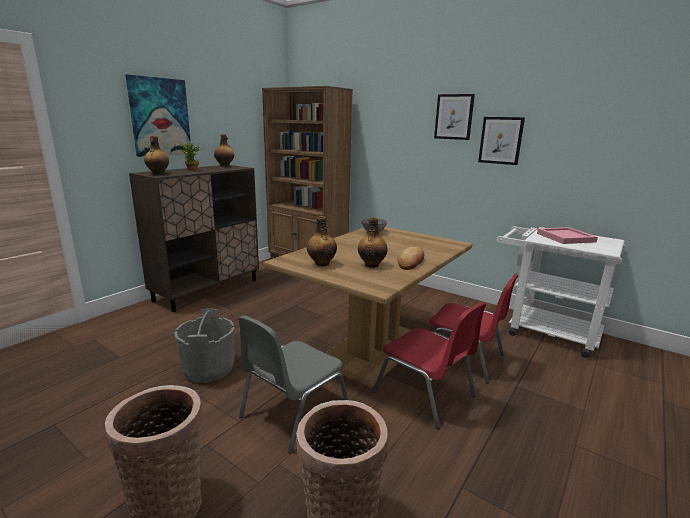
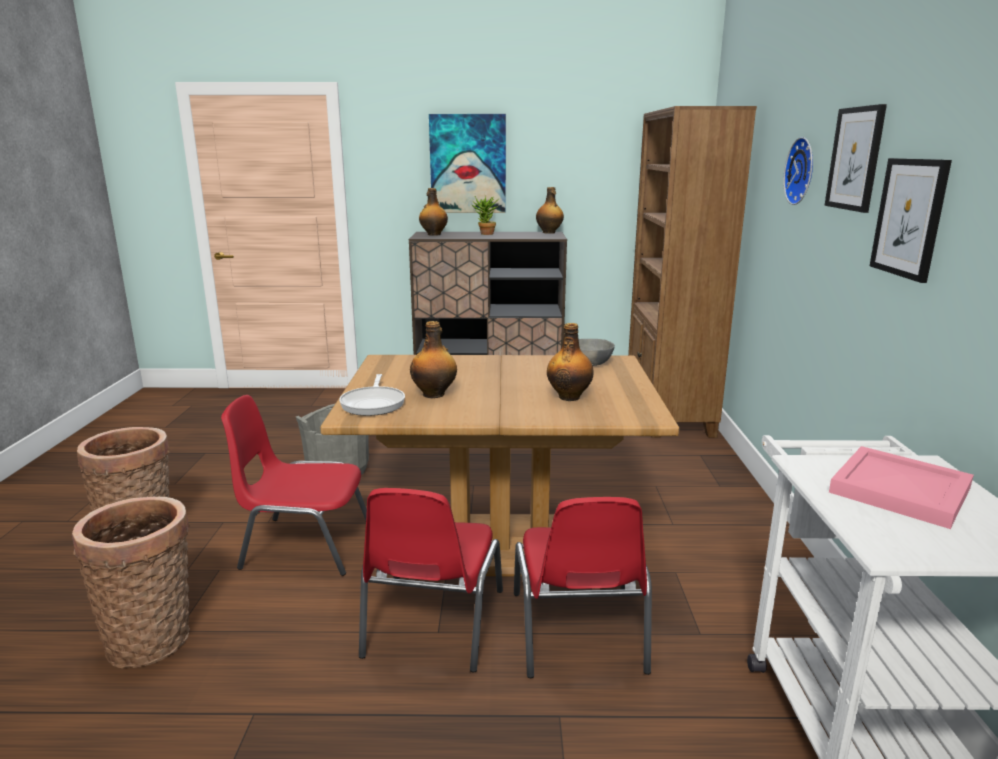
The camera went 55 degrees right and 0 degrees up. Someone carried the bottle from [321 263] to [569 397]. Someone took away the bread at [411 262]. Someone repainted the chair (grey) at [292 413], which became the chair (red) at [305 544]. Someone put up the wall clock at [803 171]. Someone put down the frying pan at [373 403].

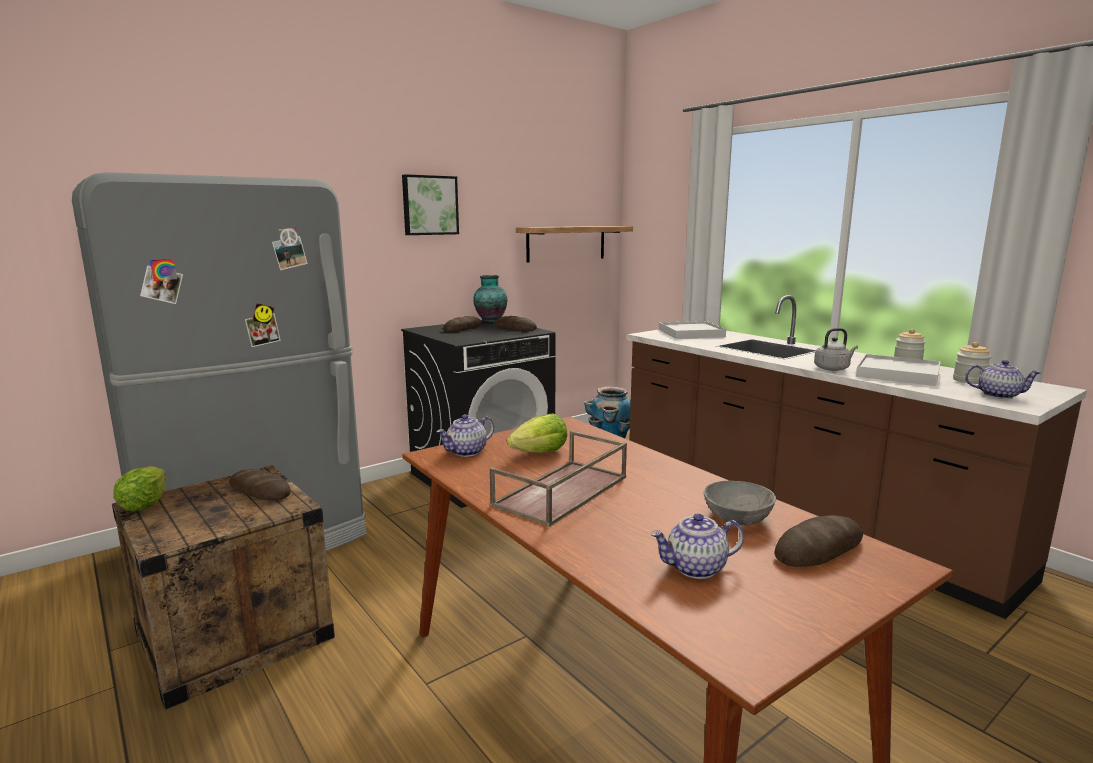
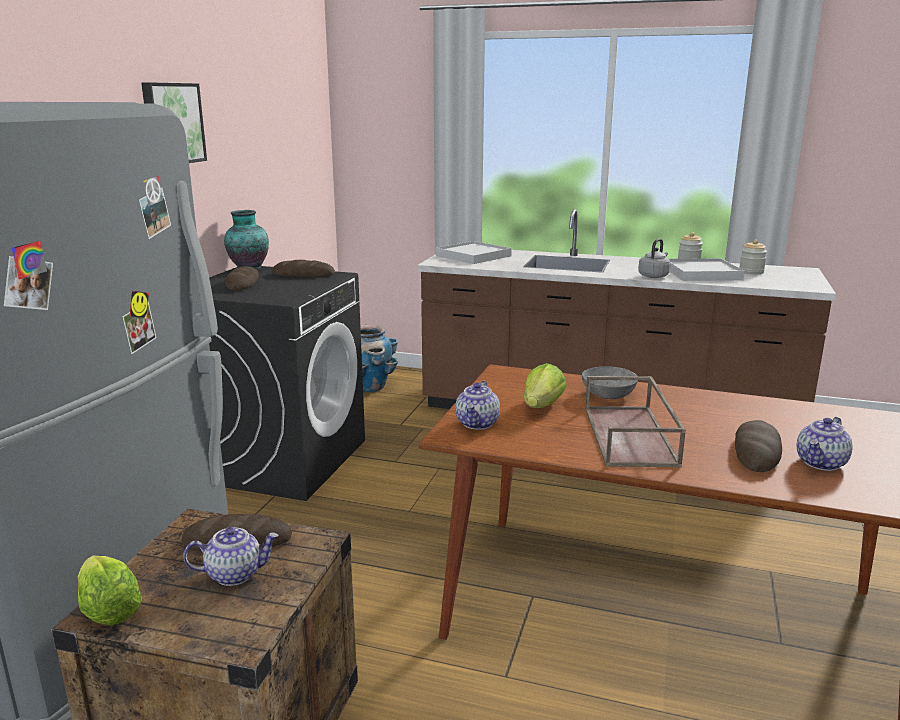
The camera went 35 degrees left and 5 degrees up. Someone took away the shelf at [566 243]. Someone carried the teapot from [998 395] to [235 574]. Someone carried the bowl (grey) from [738 517] to [608 394]. Someone carried the bread from [818 548] to [756 451].

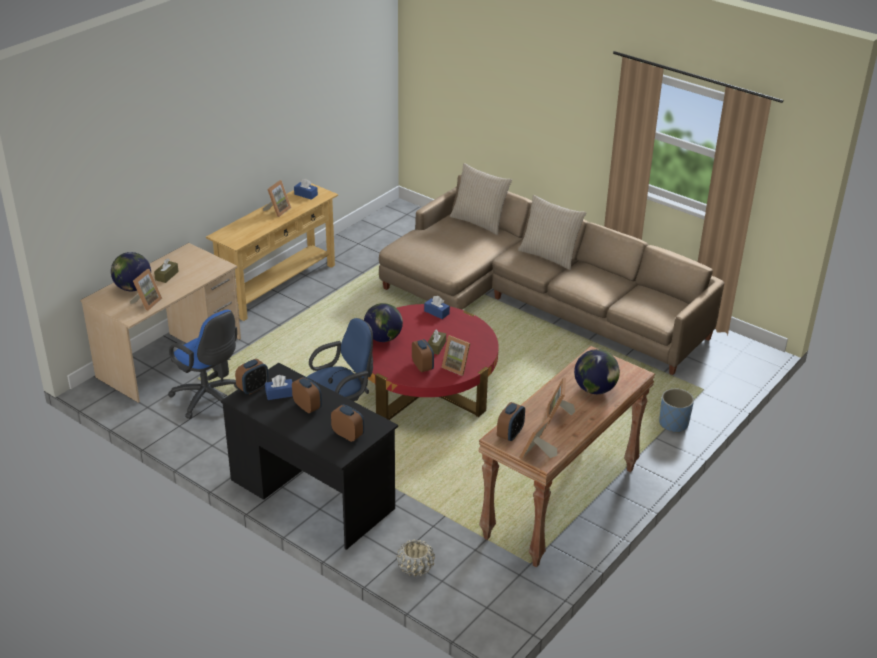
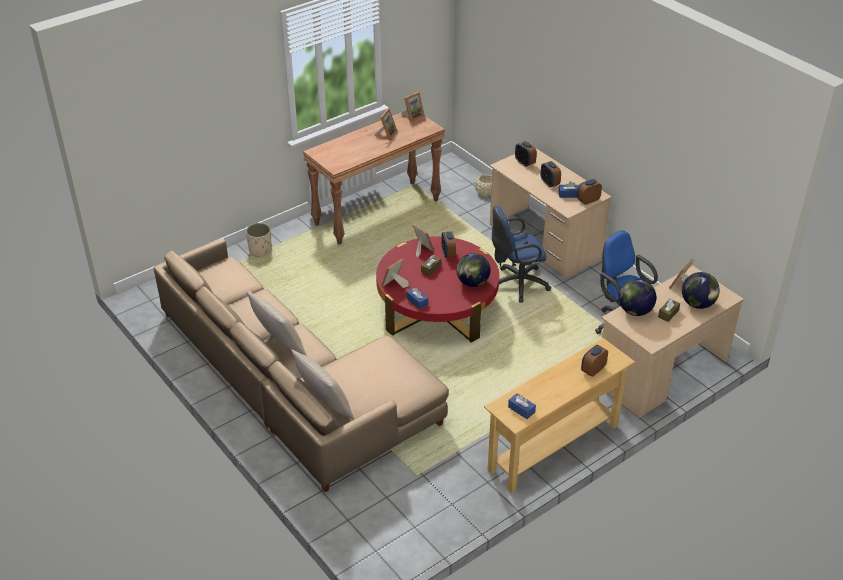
The camera went 165 degrees left and 5 degrees up. Someone carried the picture frame from [277 210] to [394 284]. Someone carried the globe from [594 389] to [635 311]. Someone repainted the desk (black) at [312 494], which became the desk (beige) at [545 241]. Someone repainted the planter (blue) at [673 424], which became the planter (beige) at [260 250]. Someone carried the alarm clock from [510 434] to [593 370].

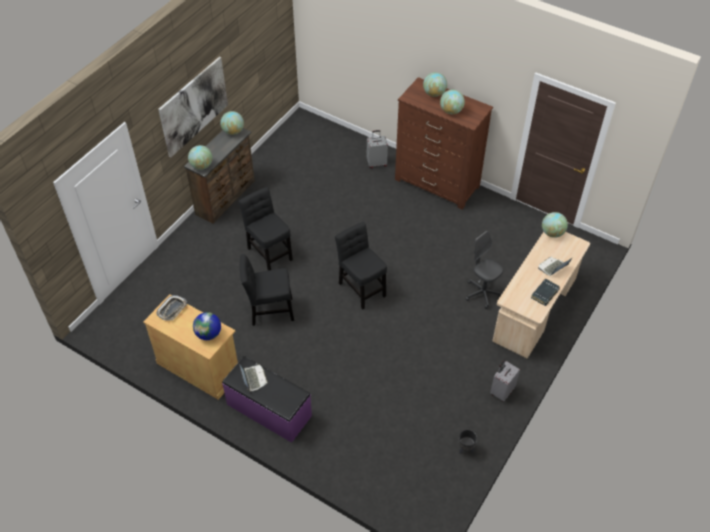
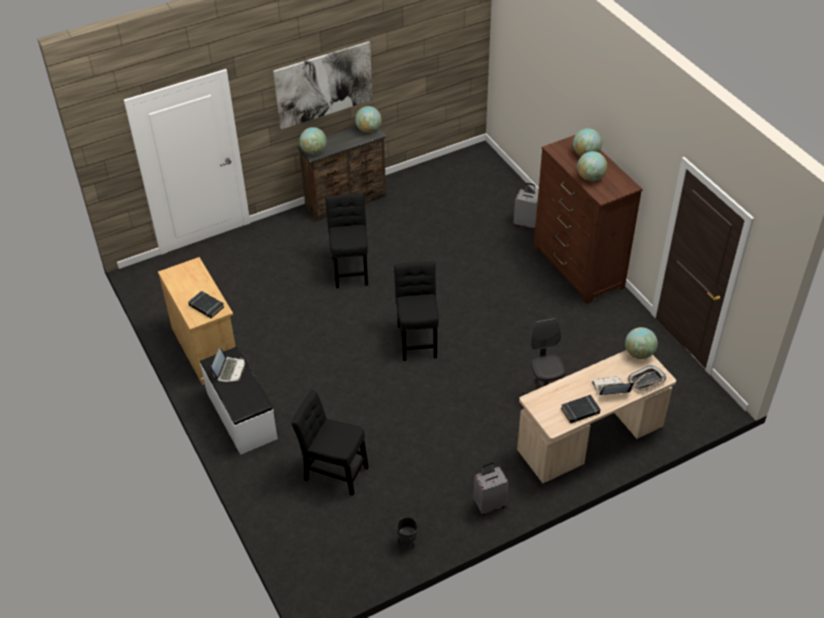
The camera went 30 degrees right and 5 degrees down. Someone carried the chair (black) from [269 311] to [333 471]. Someone carried the tray from [172 309] to [646 381]. Someone swapped the globe at [208 334] for the book (black) at [206 306]. Someone repainted the bench (purple) at [268 410], which became the bench (white) at [240 415].

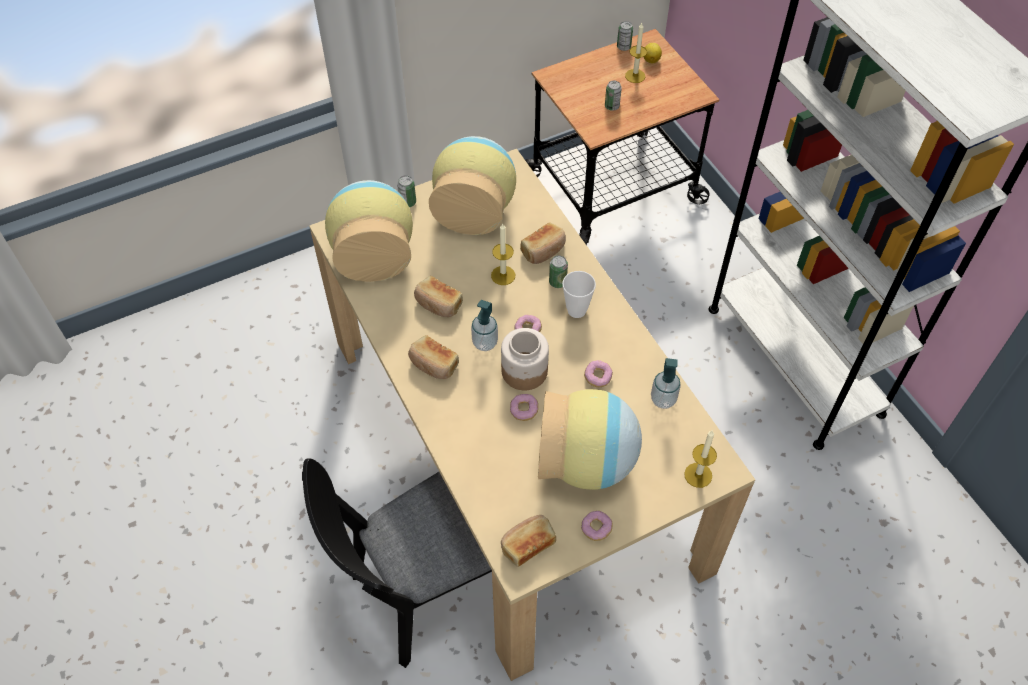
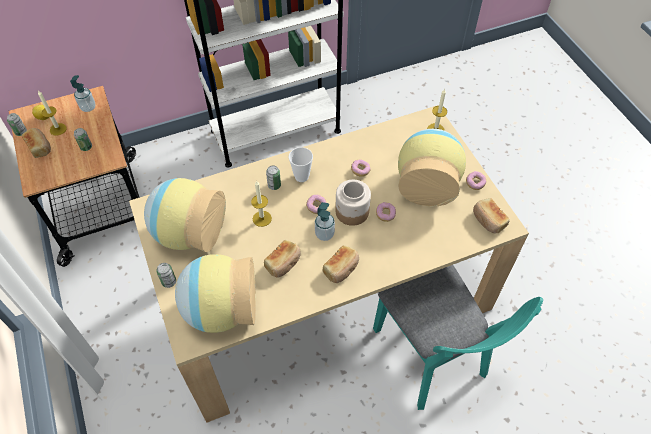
The camera went 85 degrees left and 0 degrees up. Someone carried the bread from [543 250] to [39 147]. Someone carried the soap dispenser from [663 399] to [88 107]. Someone repainted the chair (black) at [424 593], which became the chair (turquoise) at [433 360].

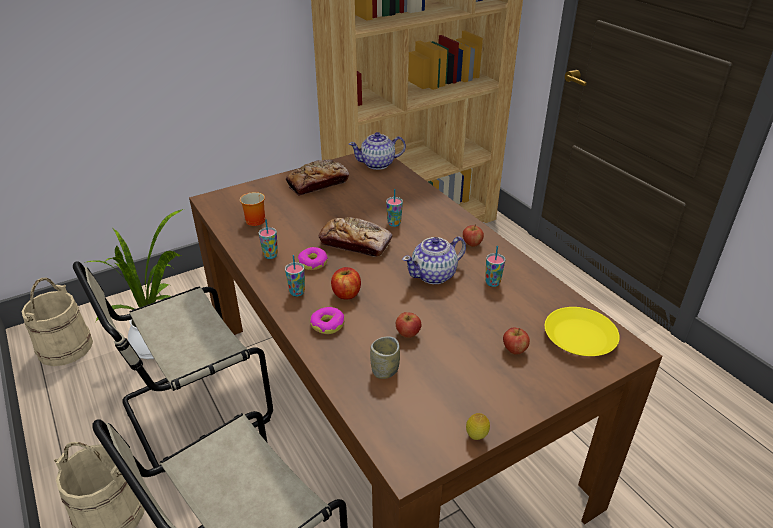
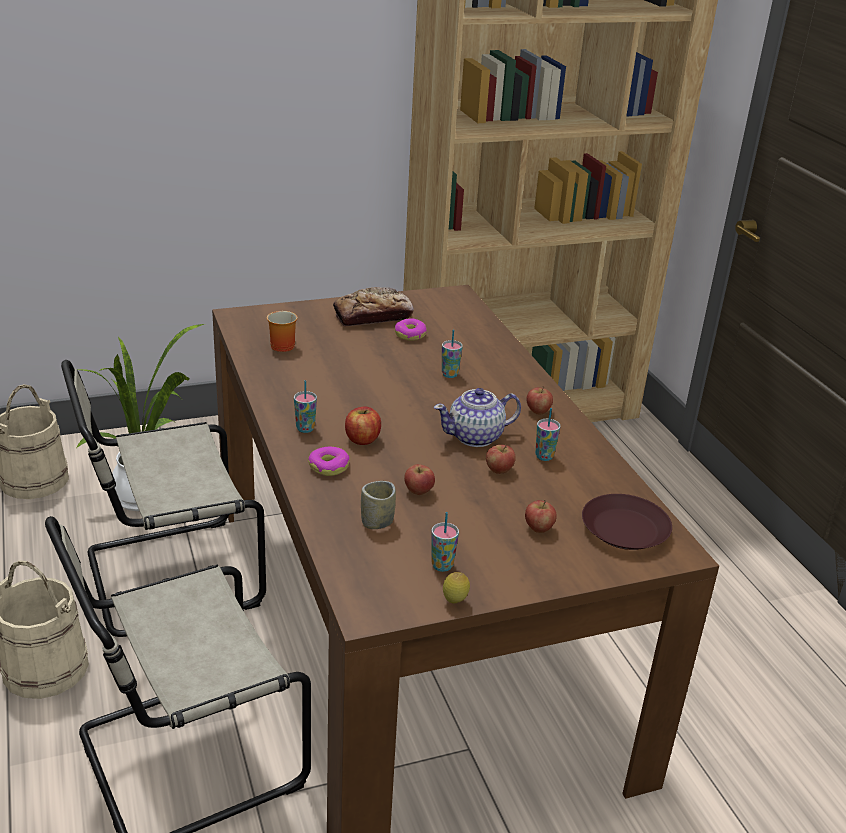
The camera went 10 degrees right and 5 degrees down. Someone took away the teapot at [378 164]. Someone took away the bread at [355 243]. Someone carried the cup from [270 255] to [442 565]. Someone carried the donut from [313 263] to [410 335]. Someone repainted the plate (yellow) at [580 337], which became the plate (brown) at [625 529]. Someone put down the apple at [499 470].

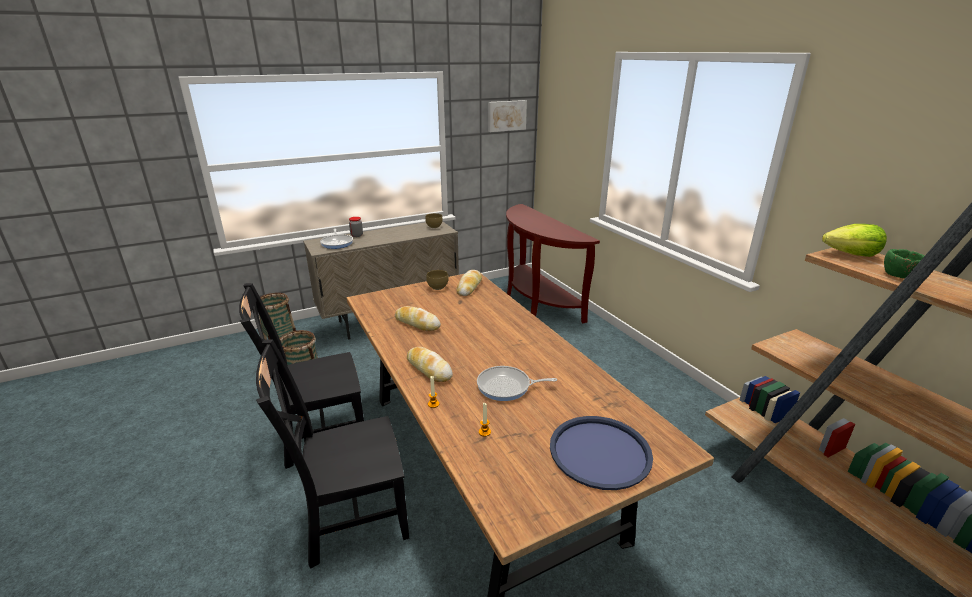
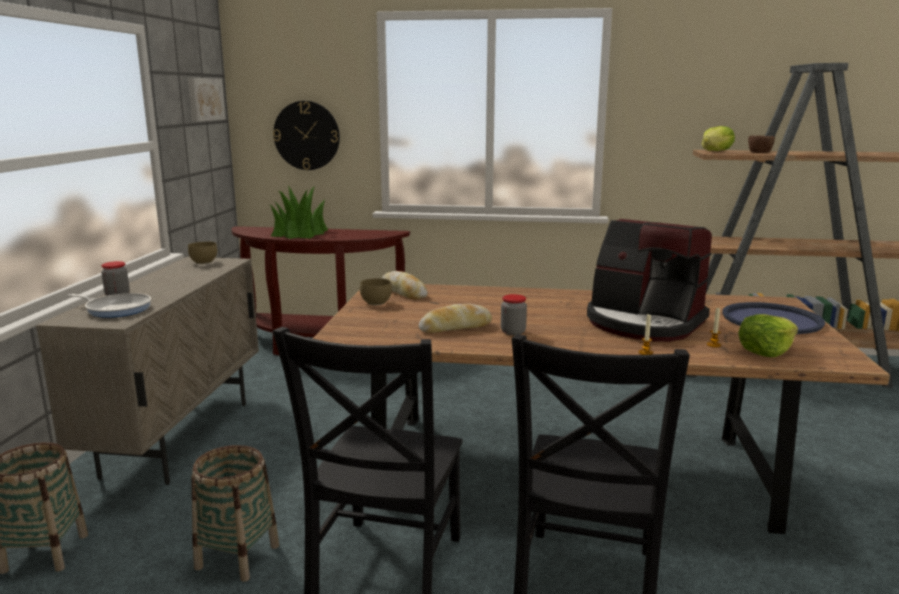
The camera went 55 degrees left and 10 degrees down. Someone repainted the bowl (green) at [899 276], which became the bowl (brown) at [760 153]. Someone took away the bread at [429 369]. Someone swapped the frying pan at [507 387] for the coffee machine at [644 323]. Someone put up the wall clock at [306 135]. Someone put down the potted plant at [300 233]. Someone put down the jar at [513 332]. Someone put down the lettuce at [765 351].

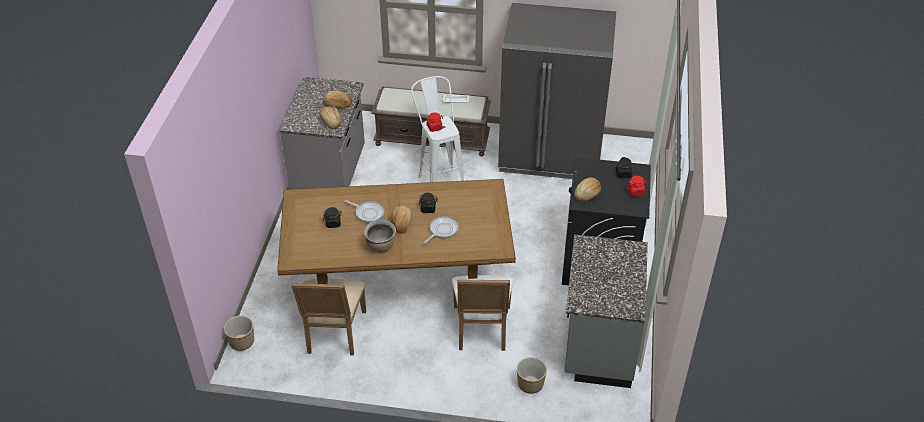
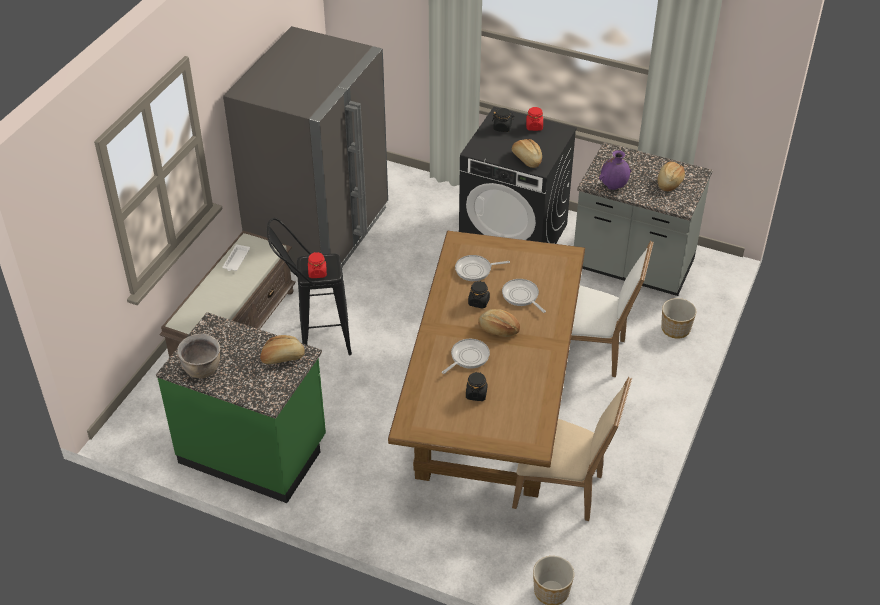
The camera went 75 degrees left and 0 degrees up. Someone repainted the stool (white) at [439 178], which became the stool (black) at [315 340]. Someone repainted the counter (grey) at [331 174], which became the counter (green) at [254 451]. Someone carried the bread from [337 105] to [669 182]. Someone carried the cooking pot (brown) from [381 246] to [202 369]. Someone put down the vase (purple) at [613 186]. Someone put down the frying pan at [475 270].

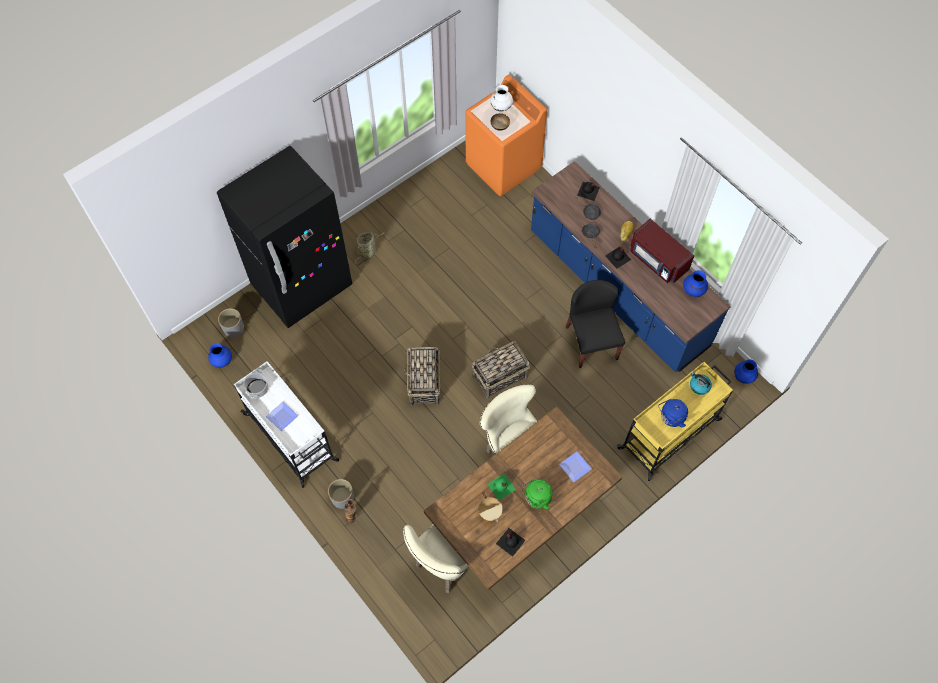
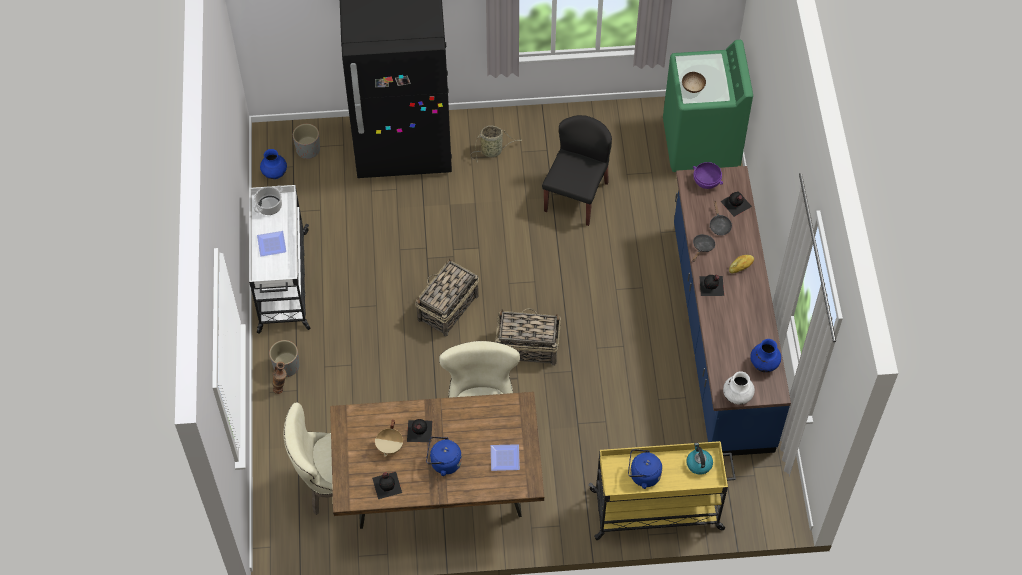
The camera went 35 degrees right and 5 degrees down. Someone repainted the washing machine (orange) at [503 166], which became the washing machine (green) at [701 144]. Someone carried the vase (white) from [501 107] to [737 396]. Someone took away the microwave (red) at [657 260]. Someone carried the chair (black) from [591 342] to [576 196]. Someone took away the vase (blue) at [743 376]. Someone repainted the bottle (green) at [501 487], which became the bottle (black) at [419 431]. Someone repainted the kettle (green) at [536 498], which became the kettle (blue) at [443 463]. Someone put down the bowl (purple) at [706 182].

